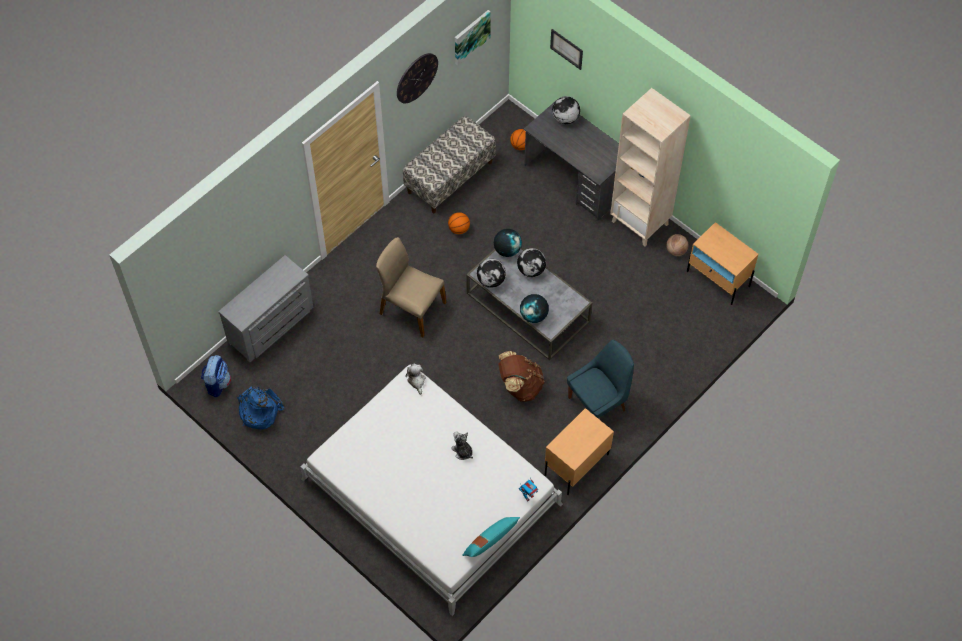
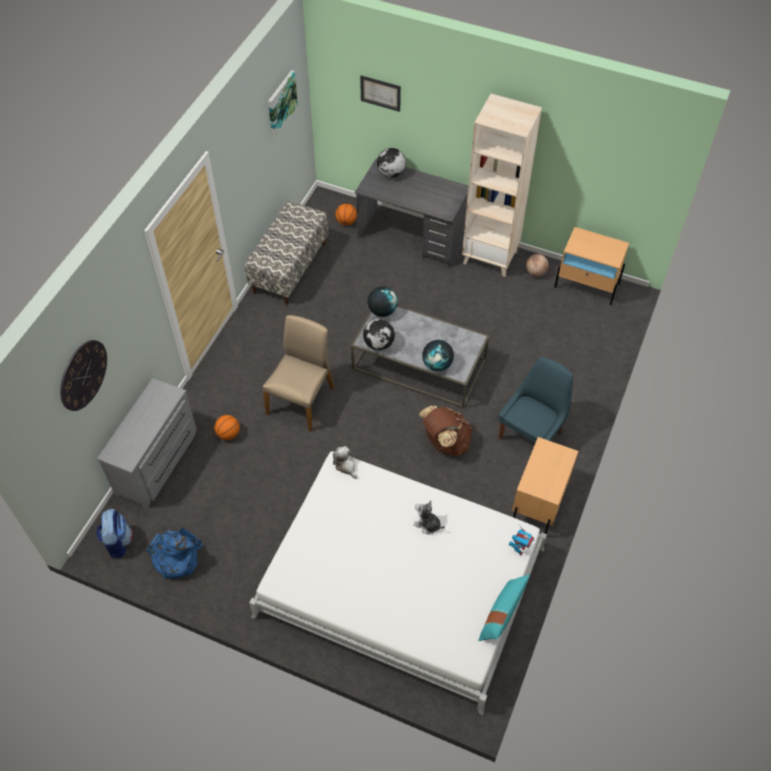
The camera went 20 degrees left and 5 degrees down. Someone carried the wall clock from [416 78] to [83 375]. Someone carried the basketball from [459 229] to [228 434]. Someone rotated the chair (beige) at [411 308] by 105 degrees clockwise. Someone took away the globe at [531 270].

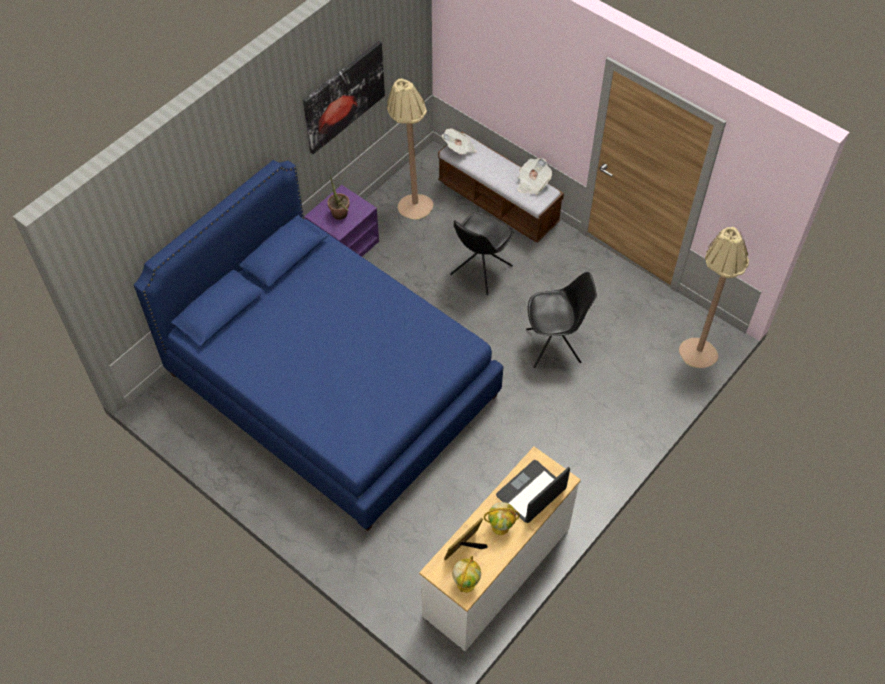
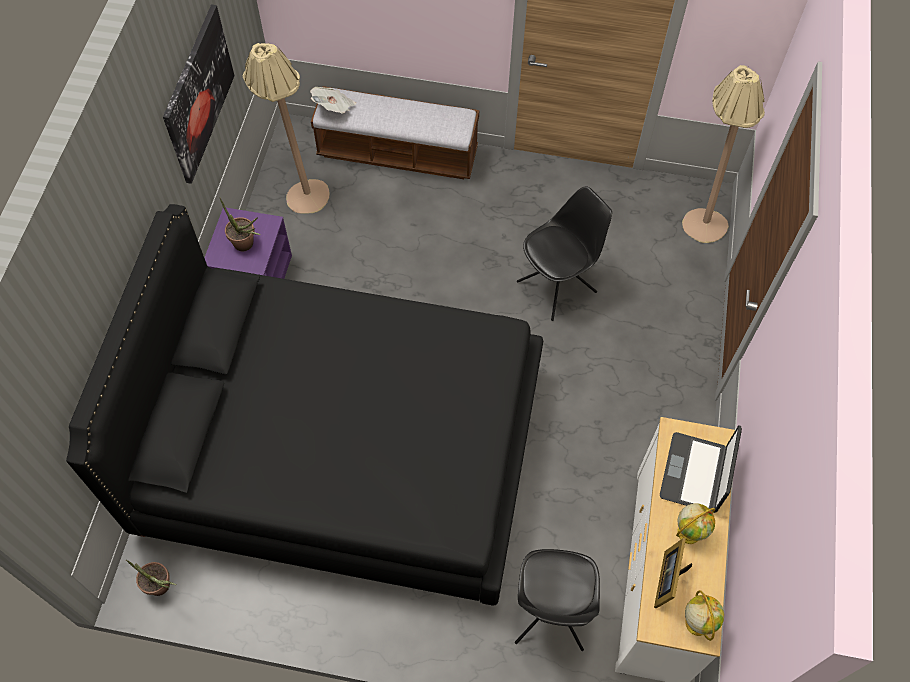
The camera went 30 degrees left and 5 degrees up. Someone took away the newspaper at [532 183]. Someone repainted the bed (blue) at [332 385], which became the bed (black) at [343 451]. Someone carried the chair (black) from [480 271] to [550 615]. Someone put down the potted plant at [163 588].

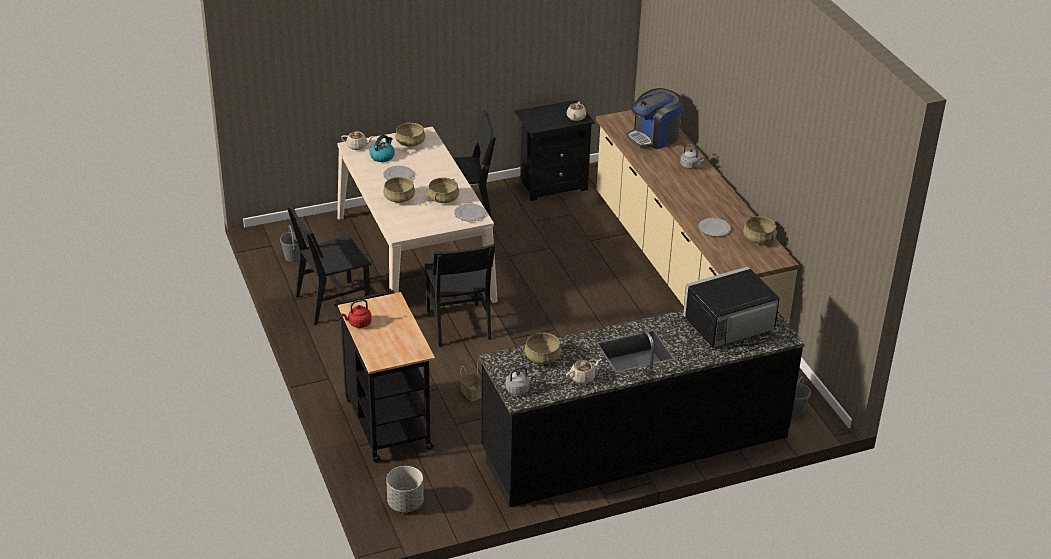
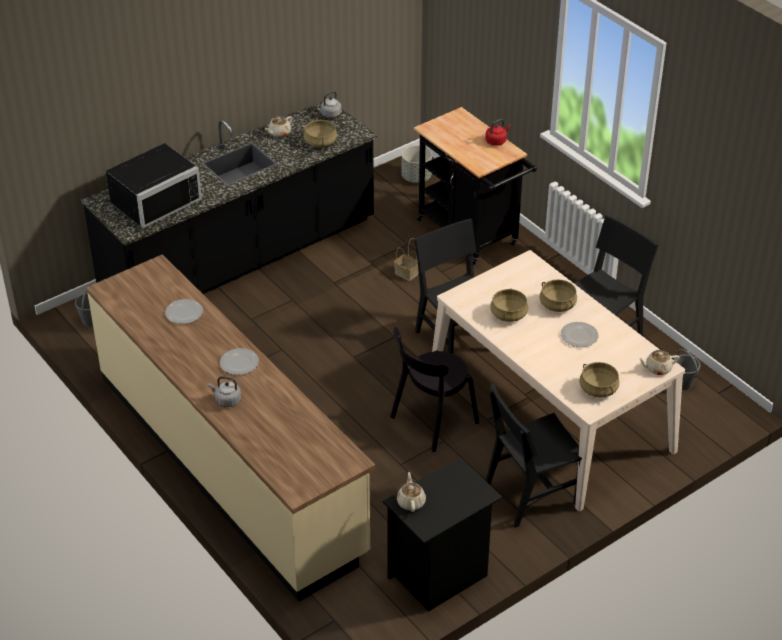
The camera went 165 degrees right and 5 degrees up. Someone took away the coffee machine at [654 137]. Someone took away the kettle at [382 156]. Someone carried the plate from [469 214] to [239 362]. Someone took away the cooking pot (beige) at [759 238]. Someone put down the chair (black) at [431 421].

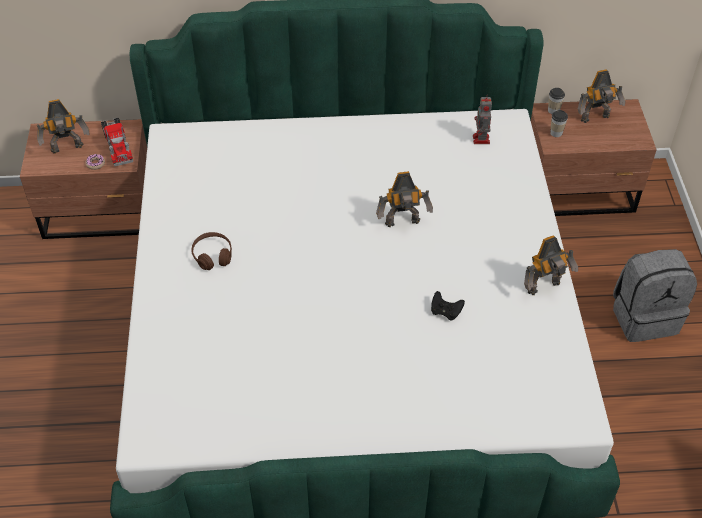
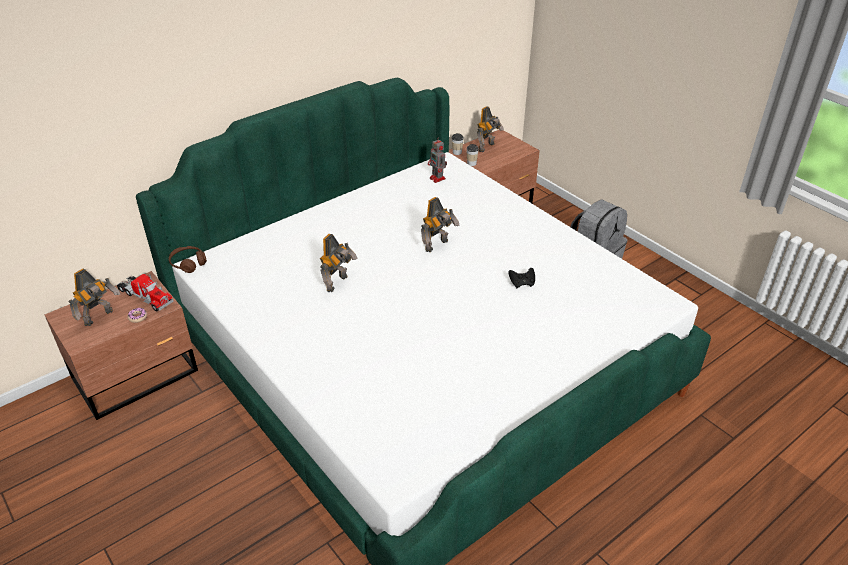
The camera went 35 degrees left and 10 degrees down. Someone carried the headphones (brown) from [212 255] to [188 263]. Someone carried the toy robot from [545 288] to [338 283].

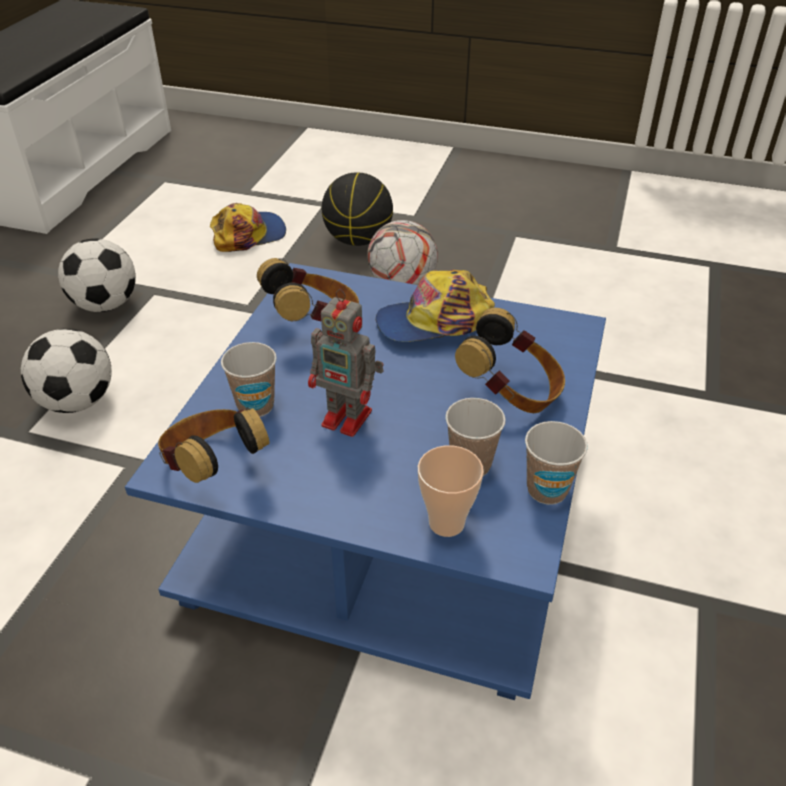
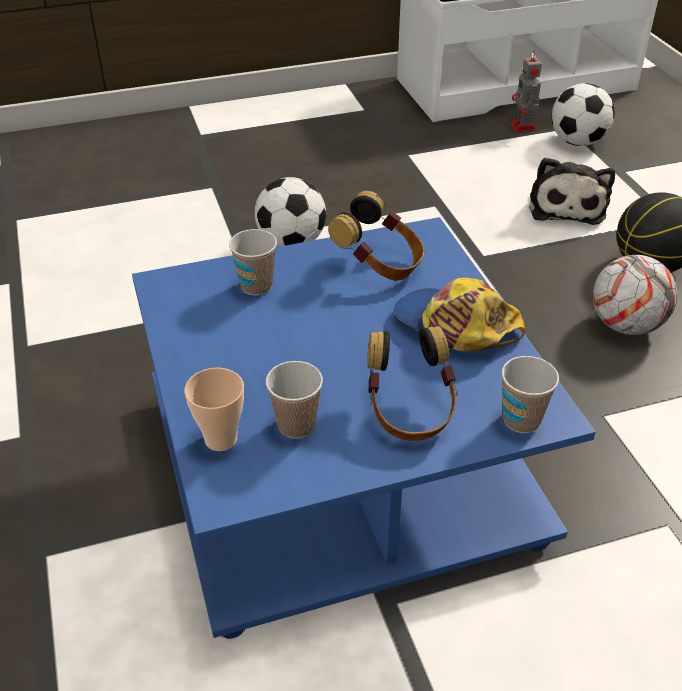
The camera went 55 degrees right and 0 degrees up. Someone swapped the cap at [248 235] for the plush toy at [566 206]. Someone carried the football from [106 305] to [577 142]. Someone carried the toy robot from [349 419] to [523 127]. Someone took away the headphones at [214 467]. Someone carried the cup from [547 490] to [521 420].

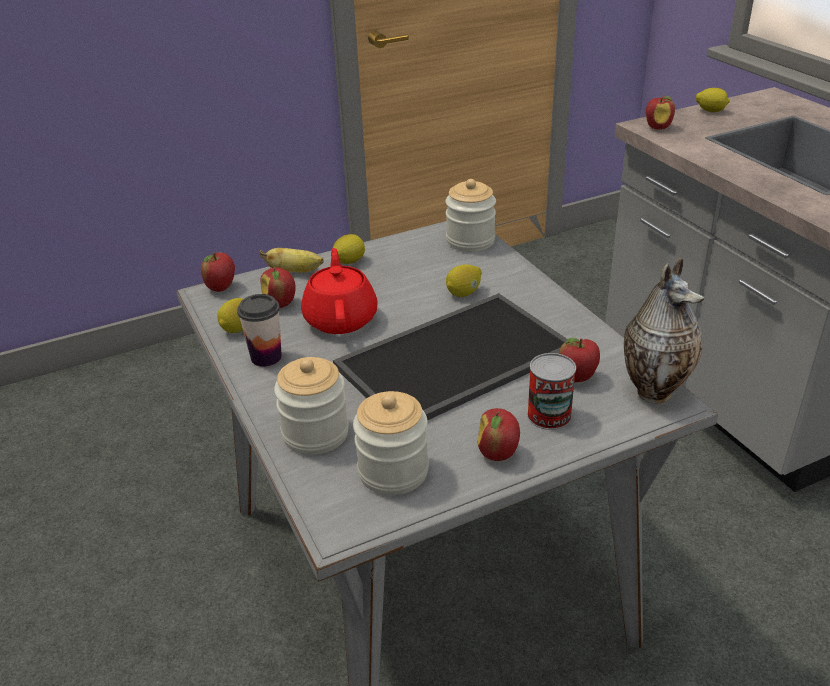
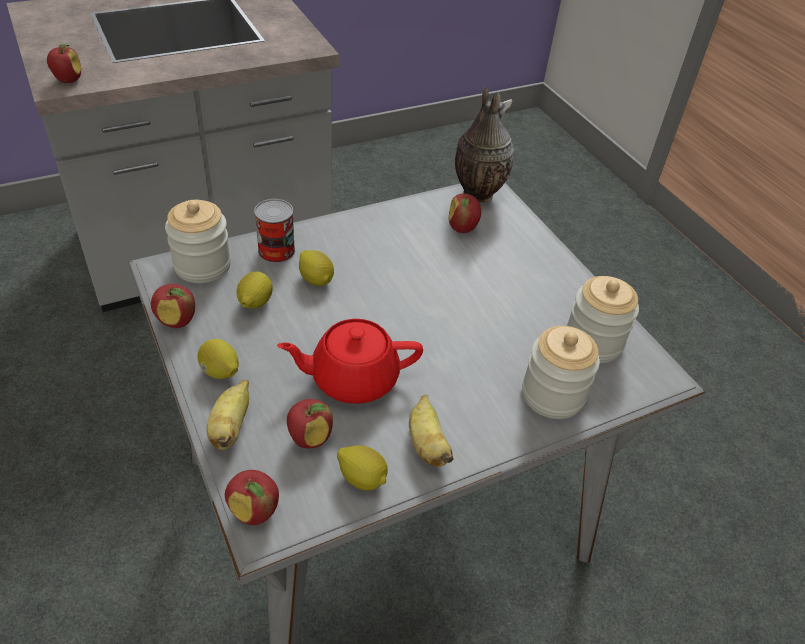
The camera went 95 degrees left and 10 degrees up. Someone carried the lemon from [710 111] to [255 303]. Someone took away the tray at [455 361]. Someone swapped the cup at [266 357] for the banana at [427 444]. Someone carried the can from [549 415] to [276 251]. Someone carried the apple from [498 453] to [177 321].

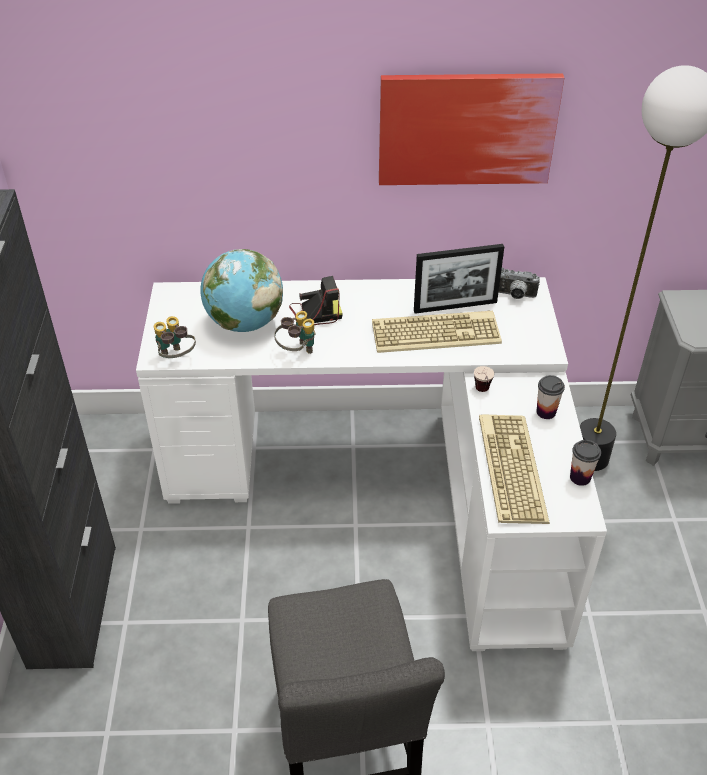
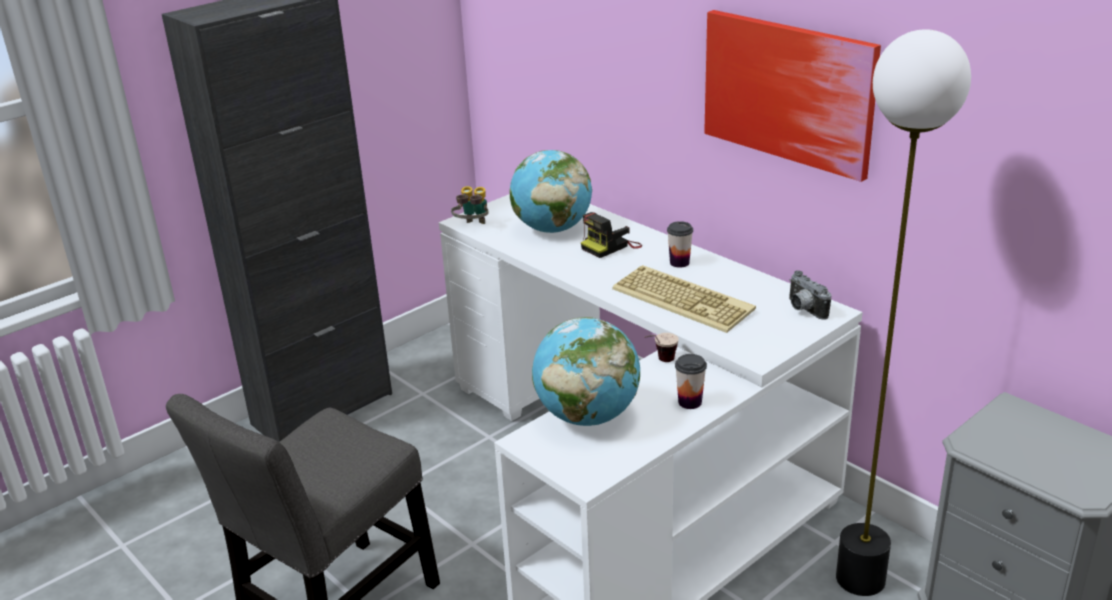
The camera went 50 degrees right and 15 degrees down. Someone took away the picture frame at [455 306]. Someone rotated the photo camera at [314 314] by 105 degrees clockwise. Someone took away the binoculars at [297 351]. Someone swapped the keyboard at [509 468] for the globe at [587 416]. Someone carried the cup from [580 477] to [679 263].

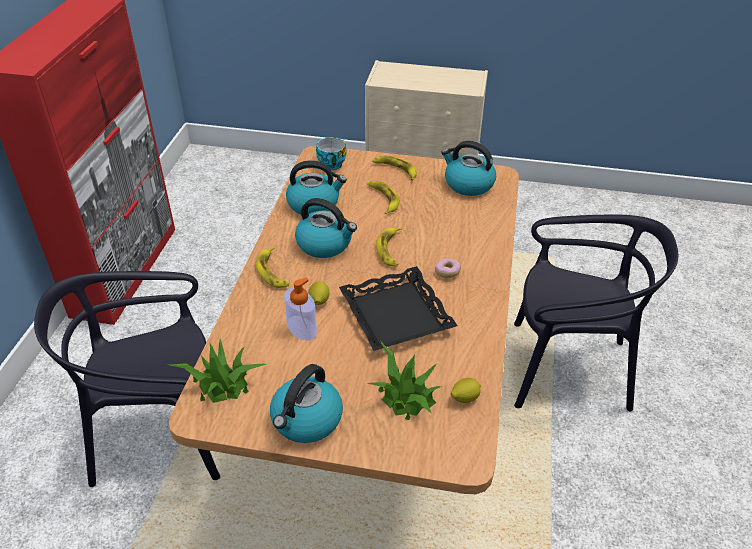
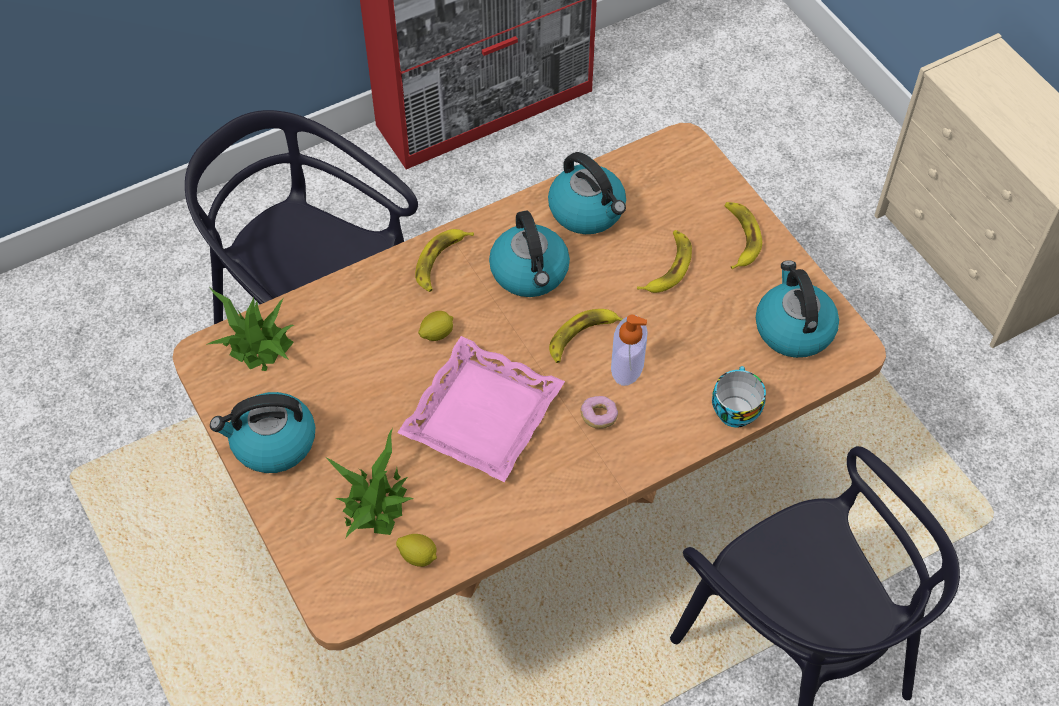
The camera went 50 degrees right and 15 degrees up. Someone carried the cup from [330 164] to [734 409]. Someone repainted the tray (black) at [395 315], which became the tray (pink) at [481 415]. Someone carried the soap dispenser from [301 328] to [627 365].

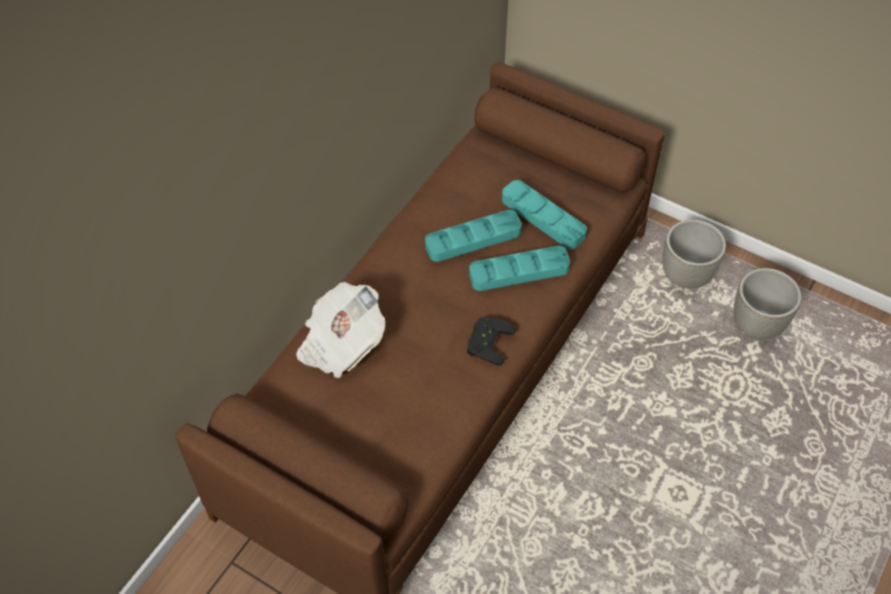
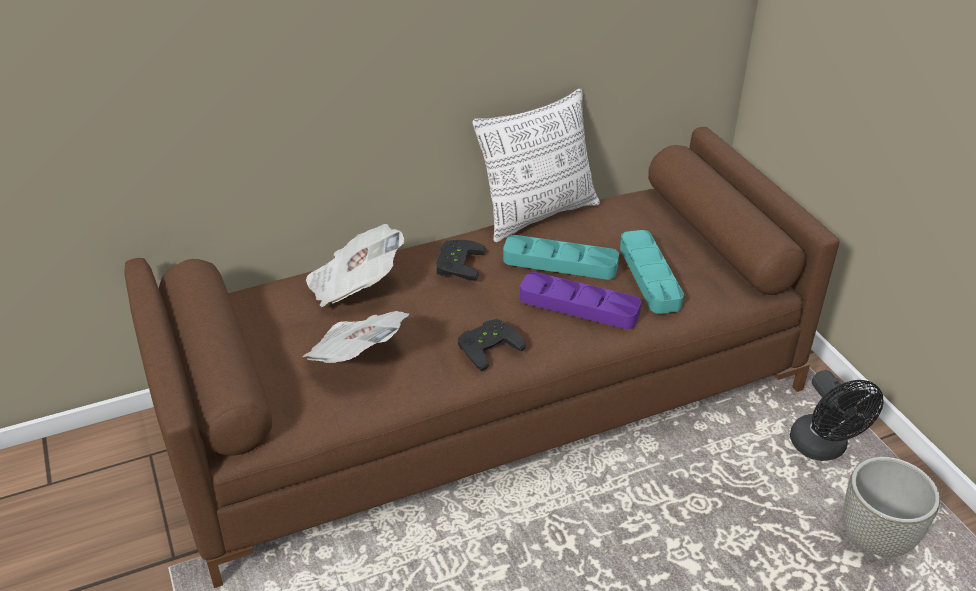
The camera went 35 degrees right and 15 degrees down. Someone swapped the planter (grey) at [685 275] for the fan (black) at [823 448]. Someone repainted the tray (turquoise) at [519 272], which became the tray (purple) at [579 306]. Someone put down the pillow at [538 215]. Someone put down the game controller (black) at [456 263]. Someone put down the newspaper at [357 357].

